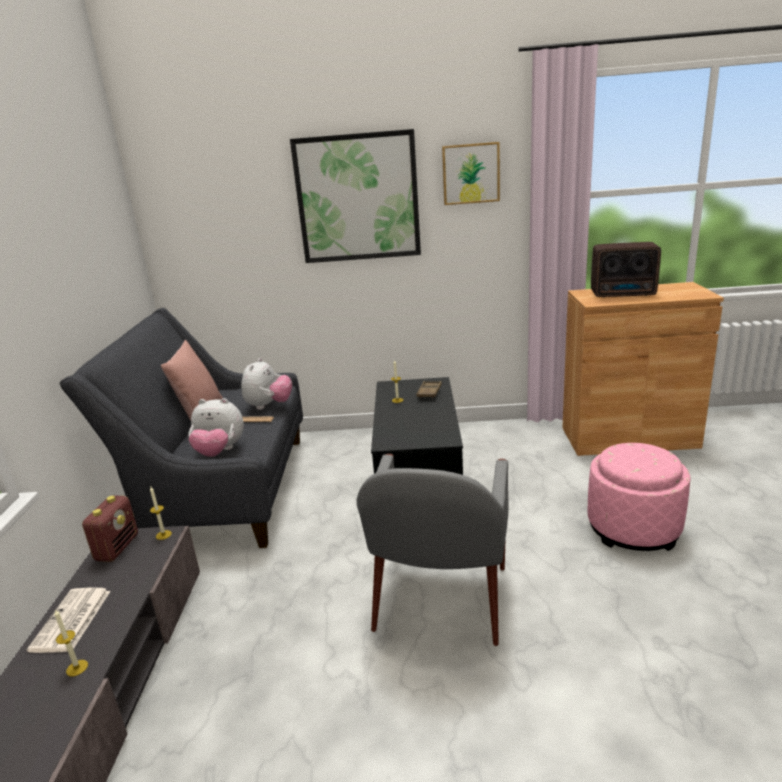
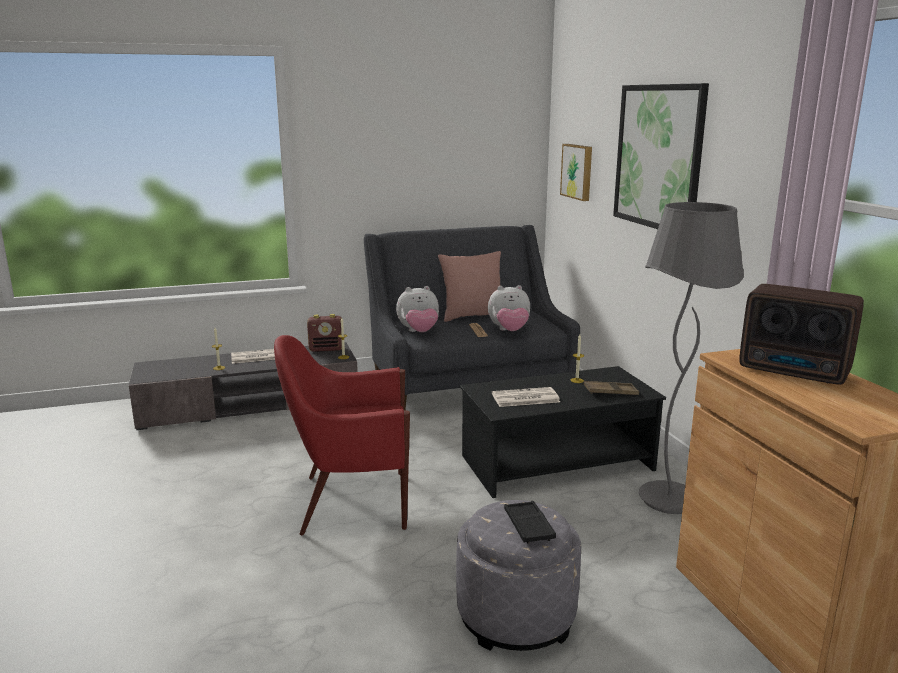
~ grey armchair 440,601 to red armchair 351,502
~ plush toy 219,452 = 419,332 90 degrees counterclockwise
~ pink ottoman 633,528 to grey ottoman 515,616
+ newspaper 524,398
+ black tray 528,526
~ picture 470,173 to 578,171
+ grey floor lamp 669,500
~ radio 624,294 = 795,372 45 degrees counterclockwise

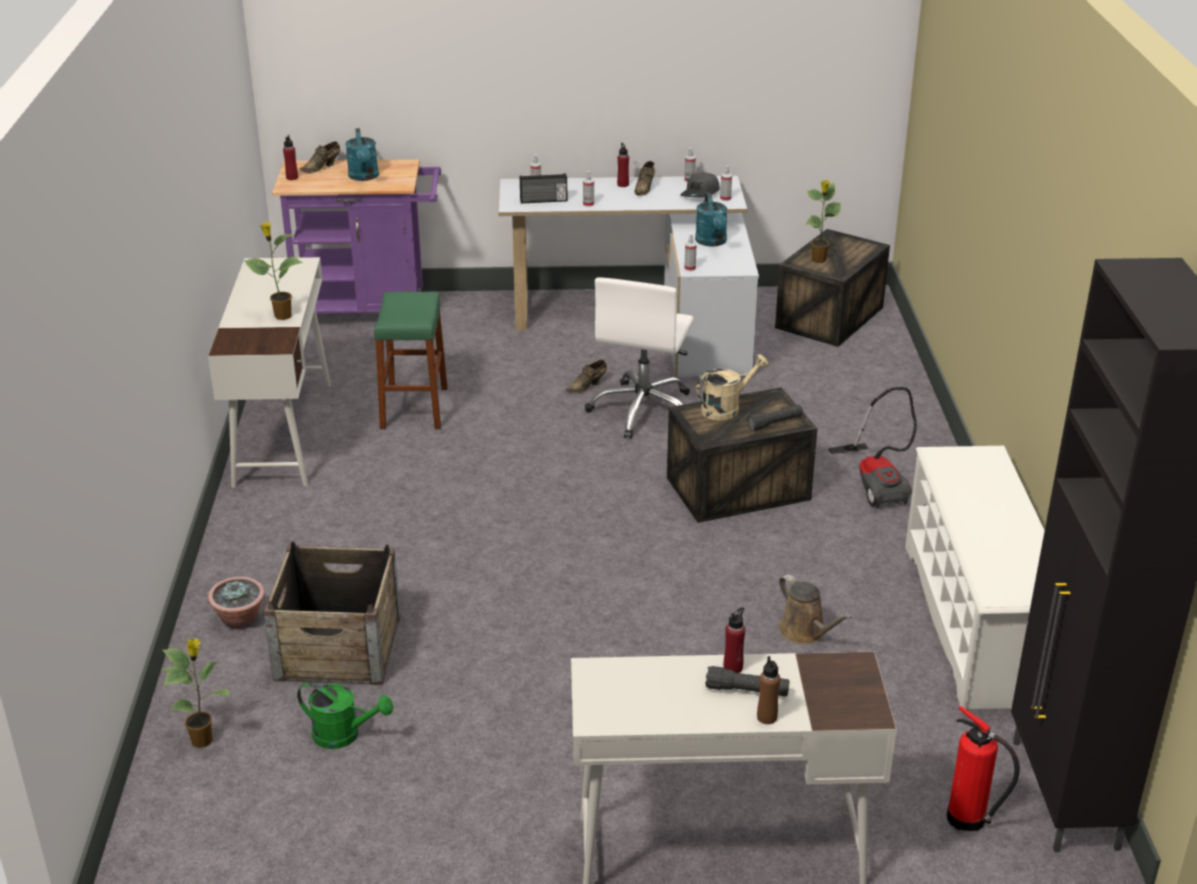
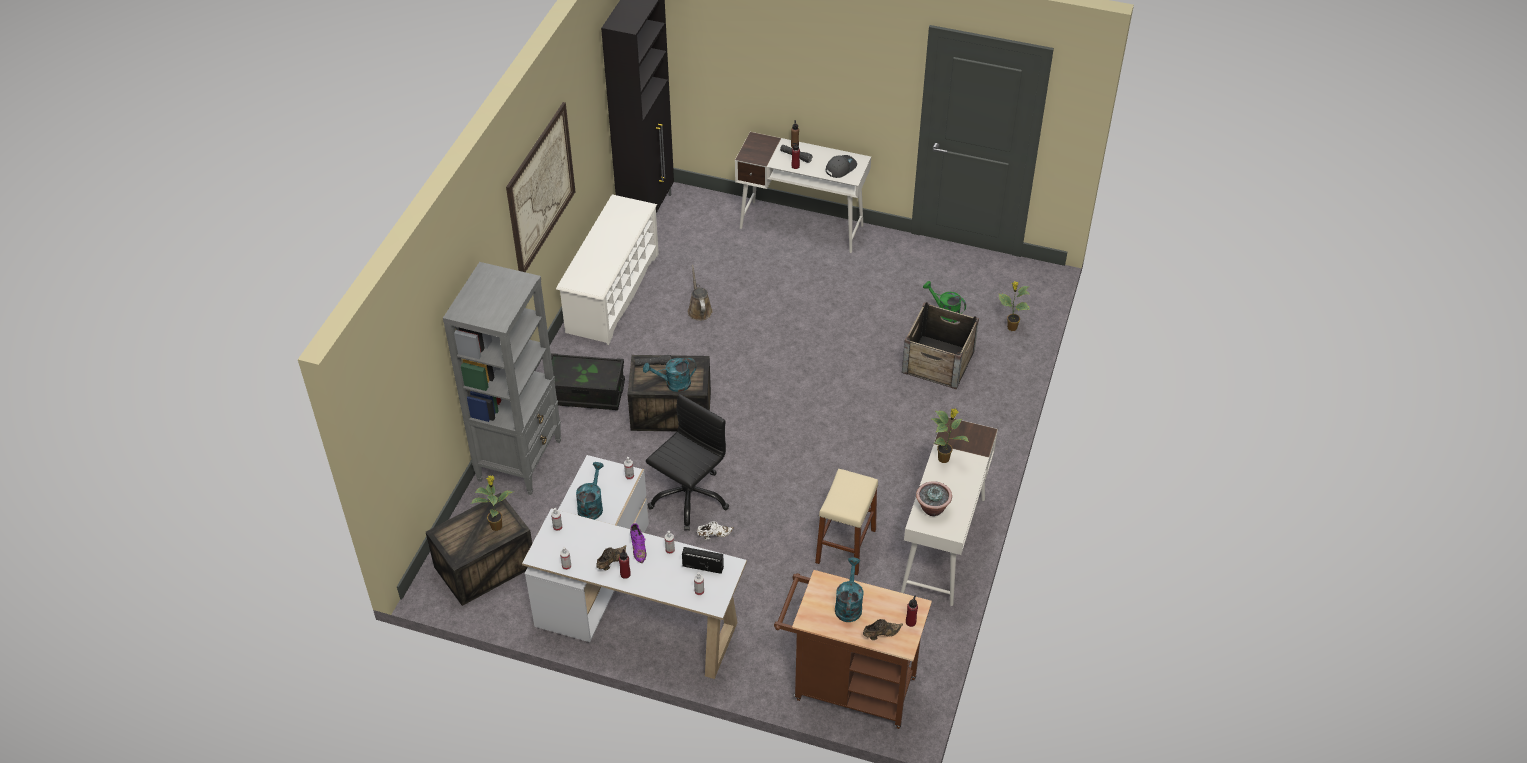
+ grey bookcase 520,460
+ picture 541,189
~ vacuum cleaner 877,483 to black storage box 586,393
+ purple shoe 638,548
~ beige watering can 726,408 to turquoise watering can 673,384
~ white office chair 643,410 to black office chair 688,498
~ brown shoe 588,386 to white shoe 713,535
~ purple cart 370,312 to brown cart 847,687
~ green stool 414,408 to beige stool 845,546
~ grey cap 700,194 to 840,168
~ potted plant 240,620 to 932,508
- fire extinguisher 969,820

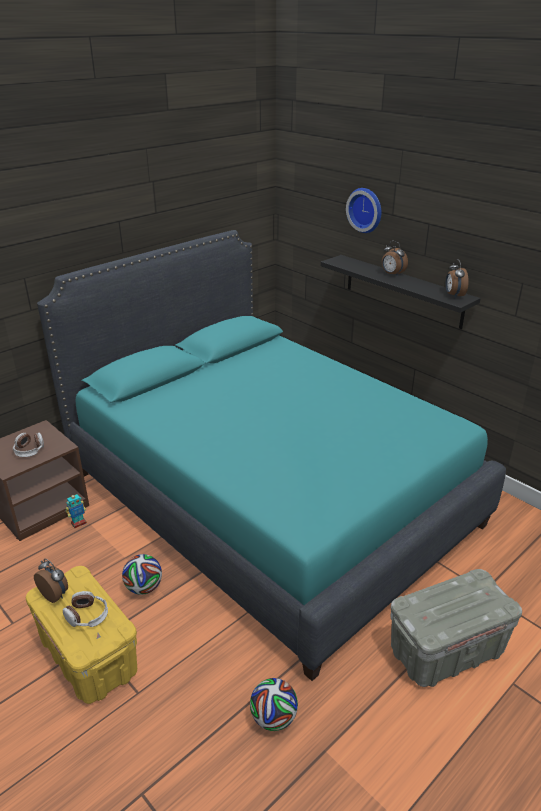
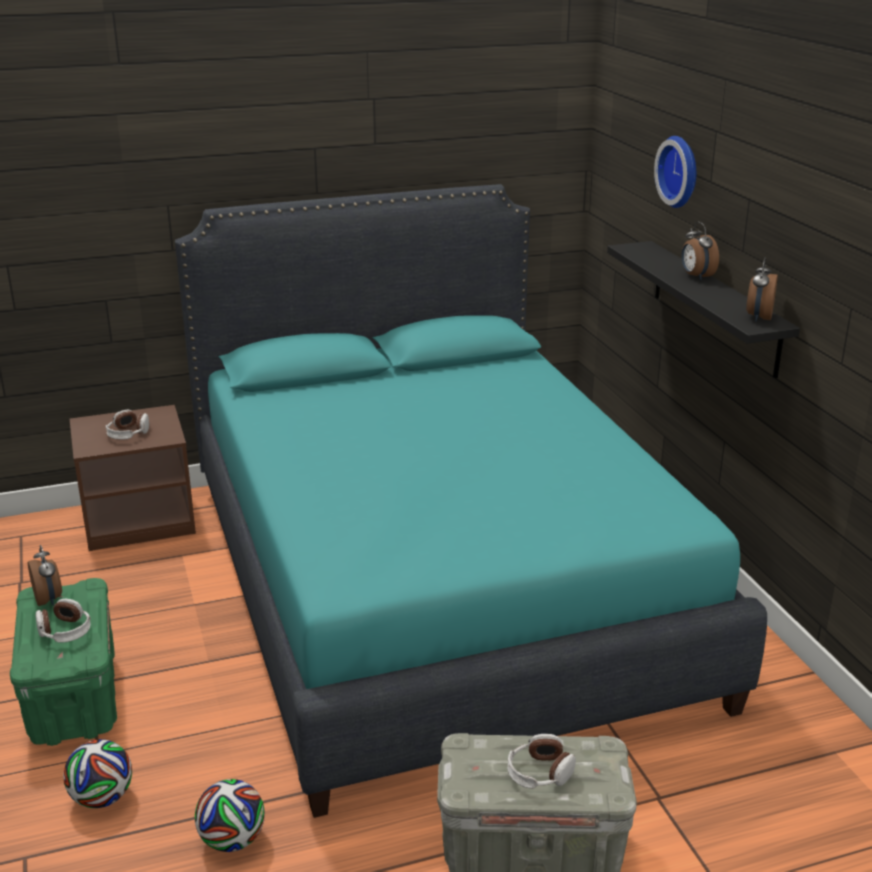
~ yellow storage box 88,657 to green storage box 73,698
~ football 144,588 to 102,798
+ headphones 539,773
- toy robot 78,523

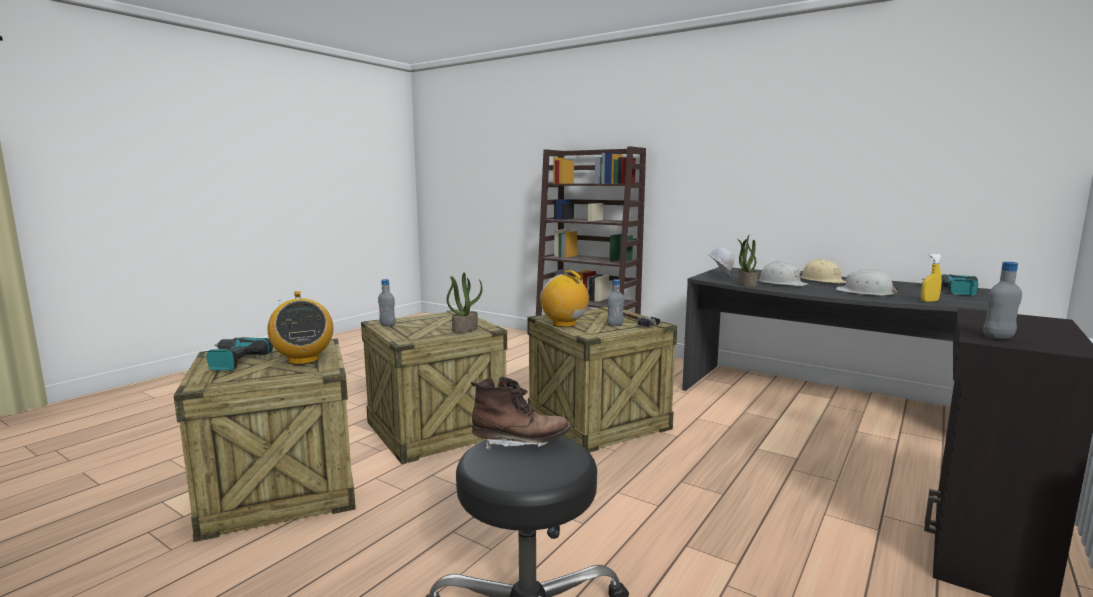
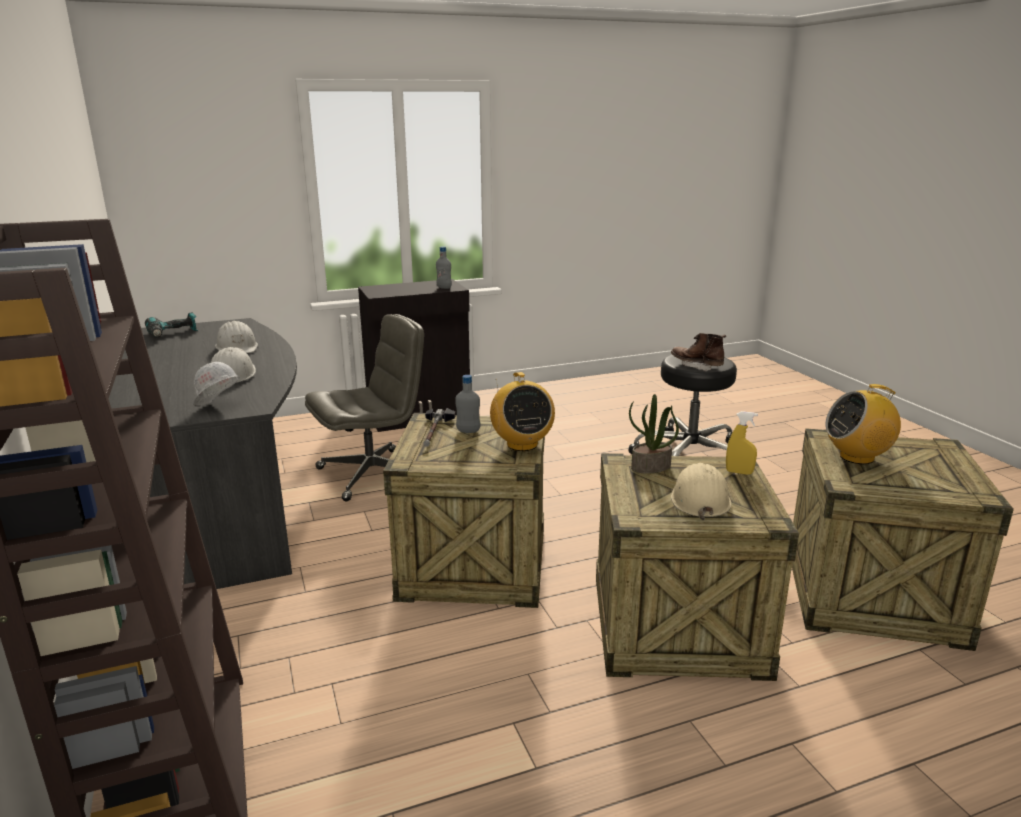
+ grey office chair 372,474
~ beige hard hat 823,280 to 699,499
~ yellow spray bottle 929,301 to 739,472
~ radio 303,360 = 857,457 105 degrees counterclockwise
- power drill 233,361
- grey bottle 387,325
- potted plant 746,284

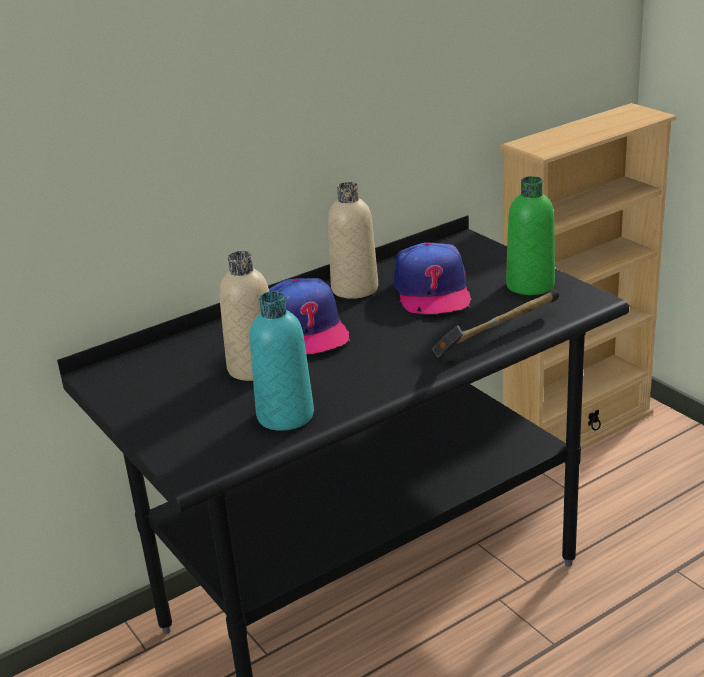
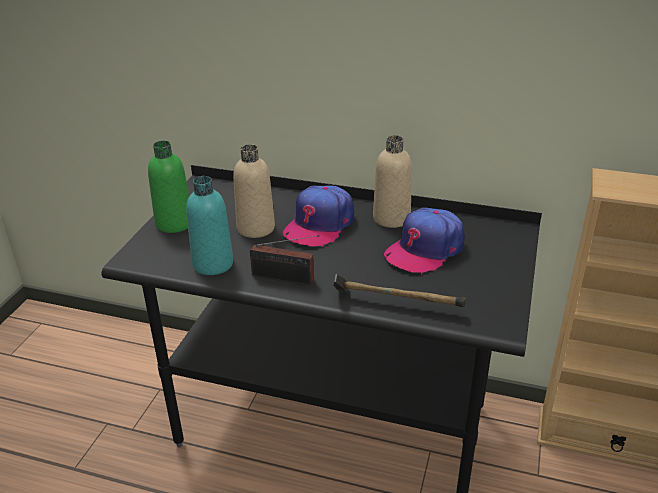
~ green bottle 530,285 to 174,223
+ radio 286,279

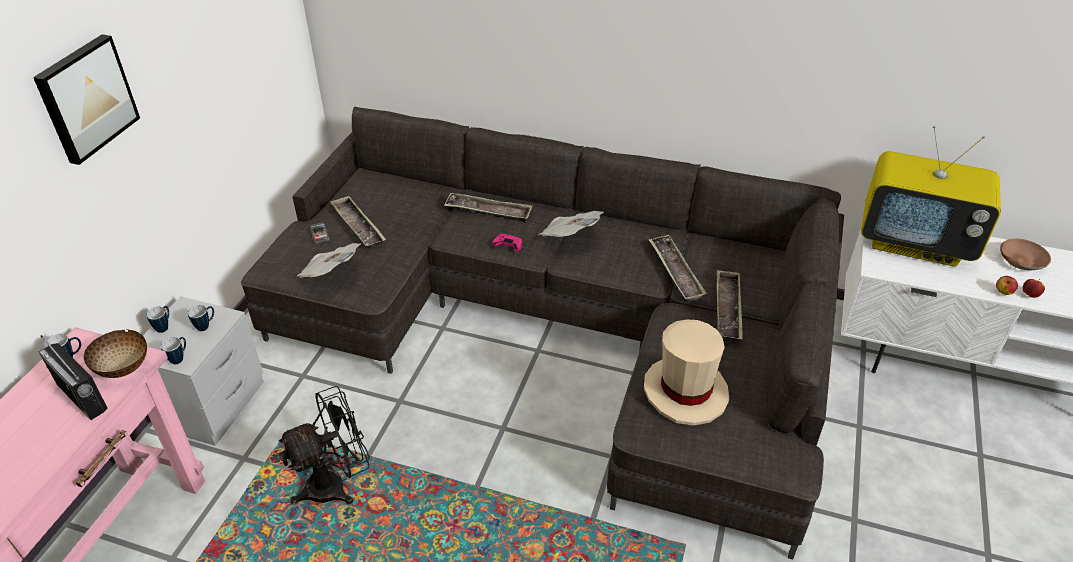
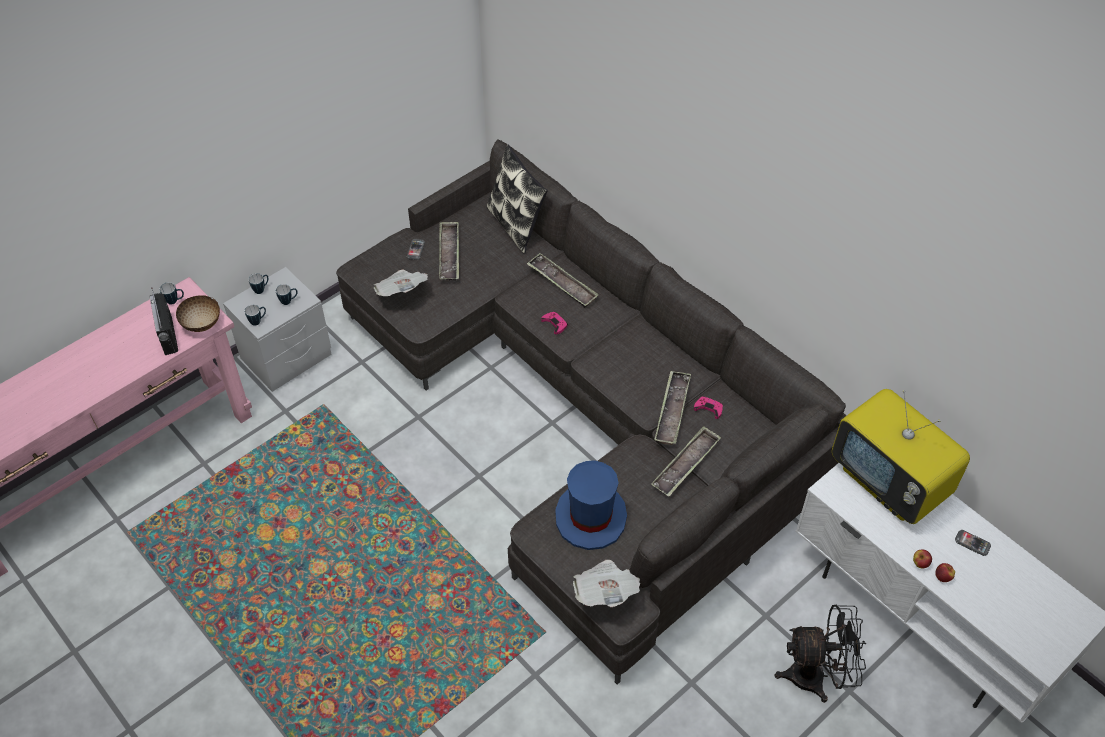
+ pillow 516,225
~ beige hat 685,391 to blue hat 591,517
~ newspaper 570,237 to 605,592
+ pink game controller 708,408
~ black fan 336,484 to 816,676
~ brown bowl 1020,260 to phone 972,543
- picture 86,98

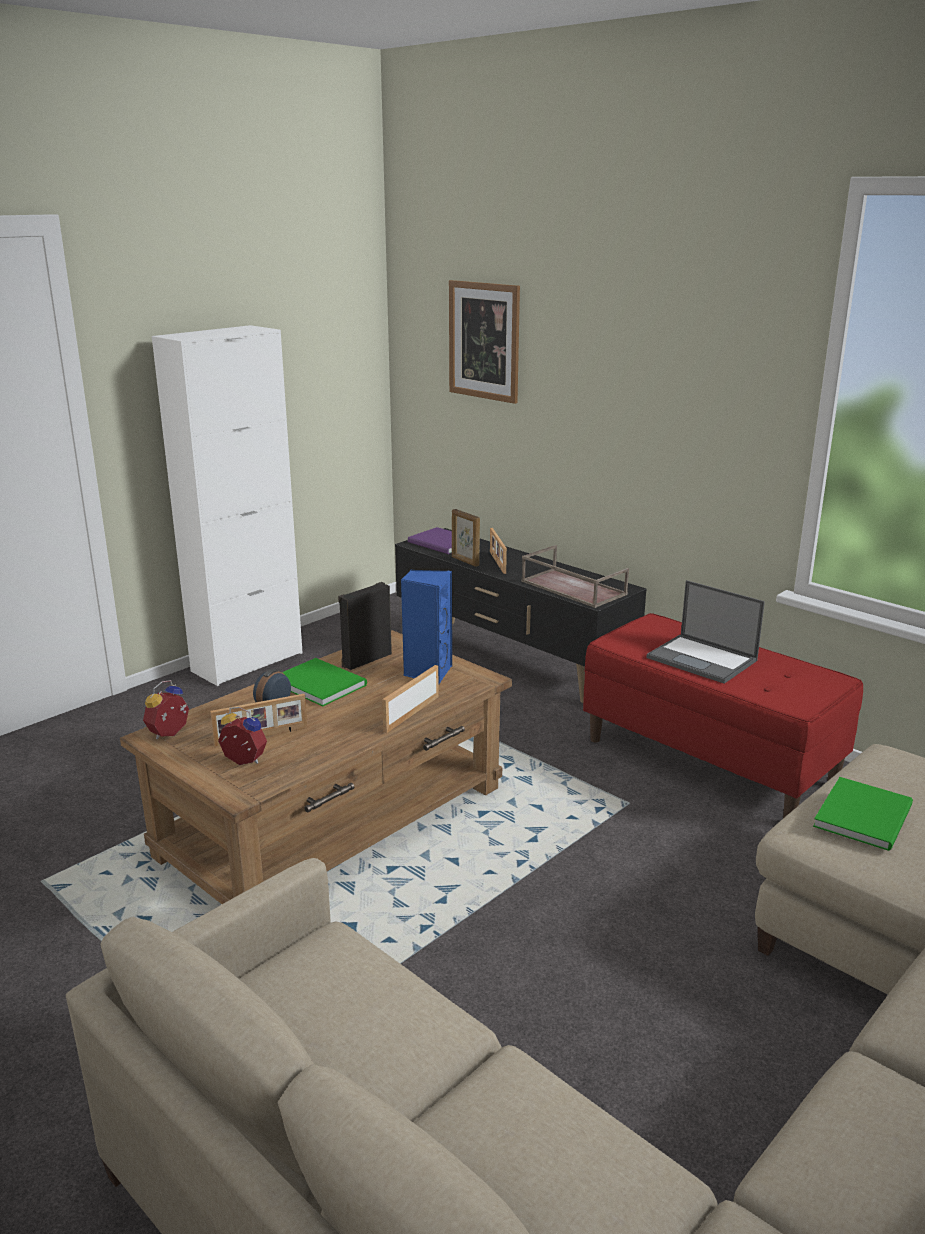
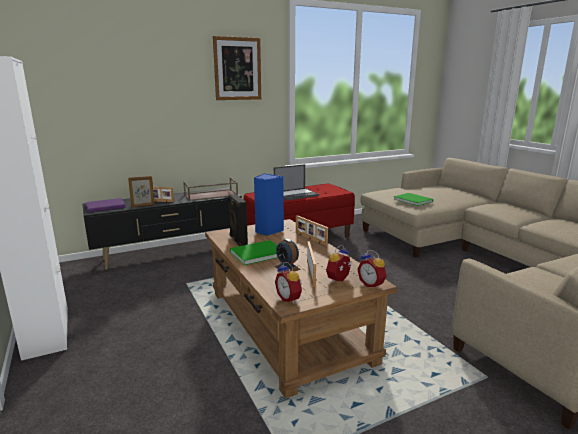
~ picture 484,341 to 237,69
+ alarm clock 372,284

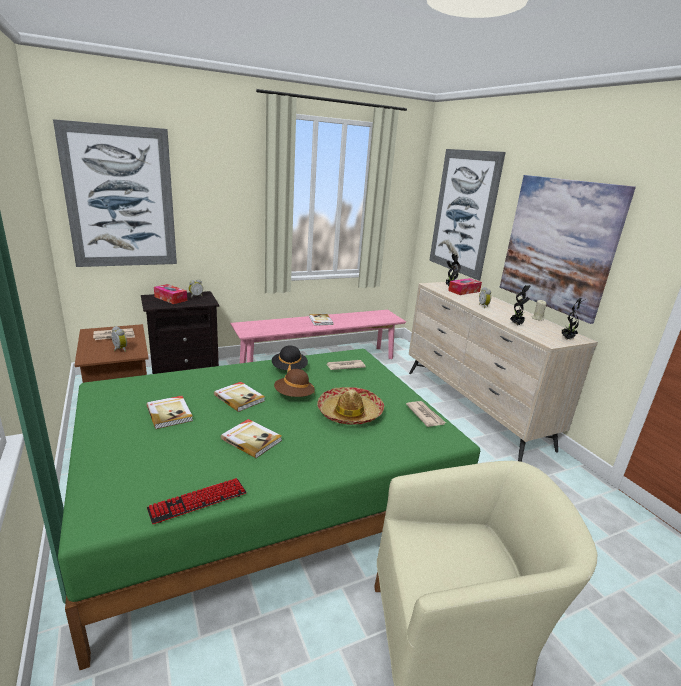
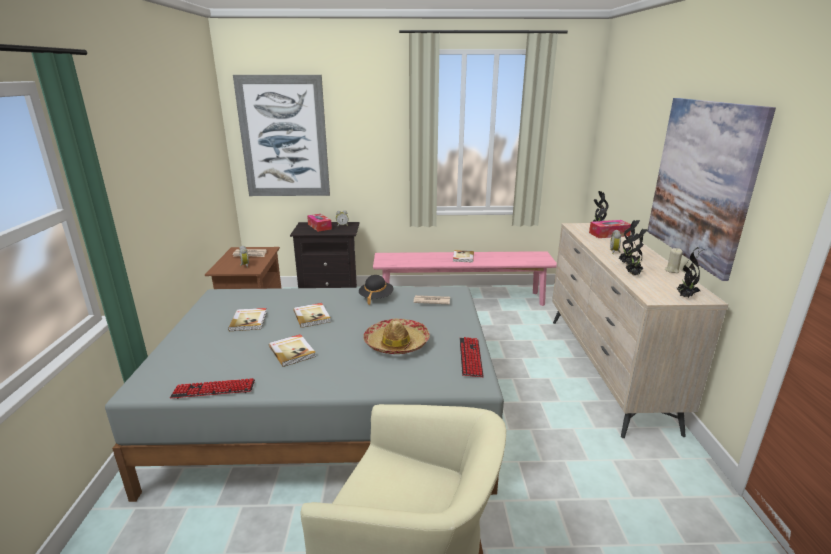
~ green bed 266,498 to grey bed 332,414
~ newspaper 425,415 to keyboard 470,357
+ potted plant 626,264
- brown hat 294,396
- picture 463,213

